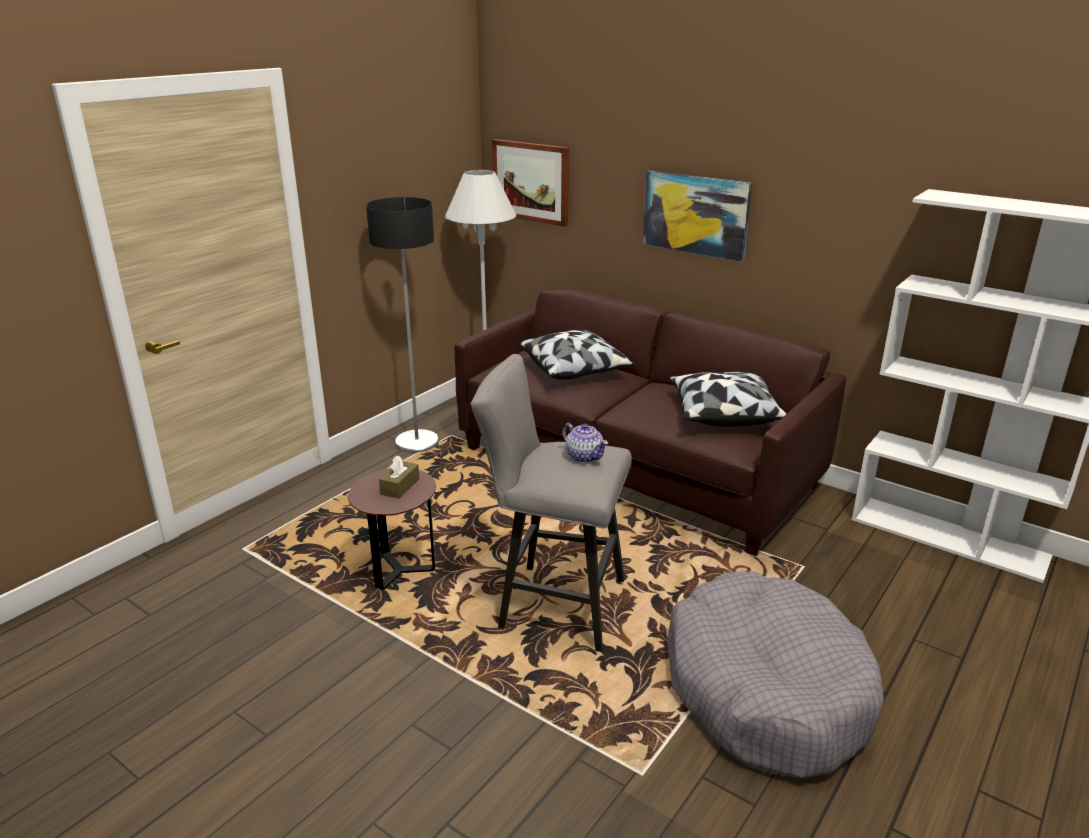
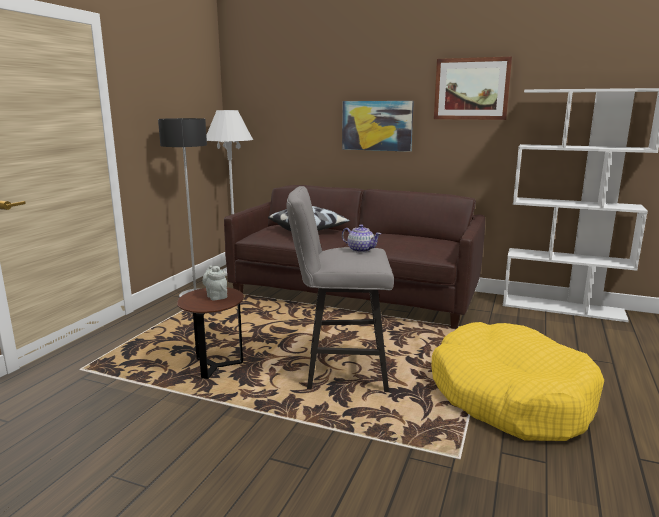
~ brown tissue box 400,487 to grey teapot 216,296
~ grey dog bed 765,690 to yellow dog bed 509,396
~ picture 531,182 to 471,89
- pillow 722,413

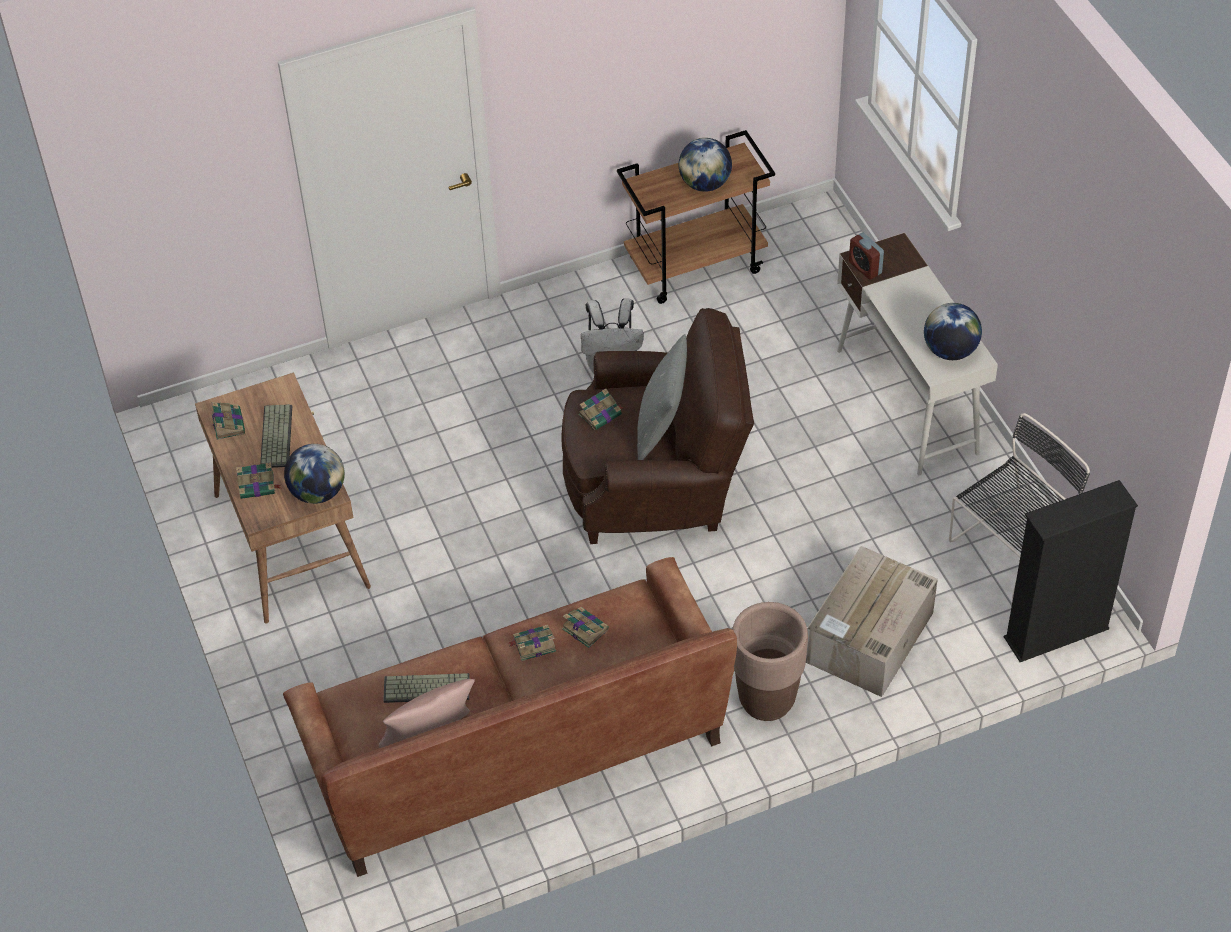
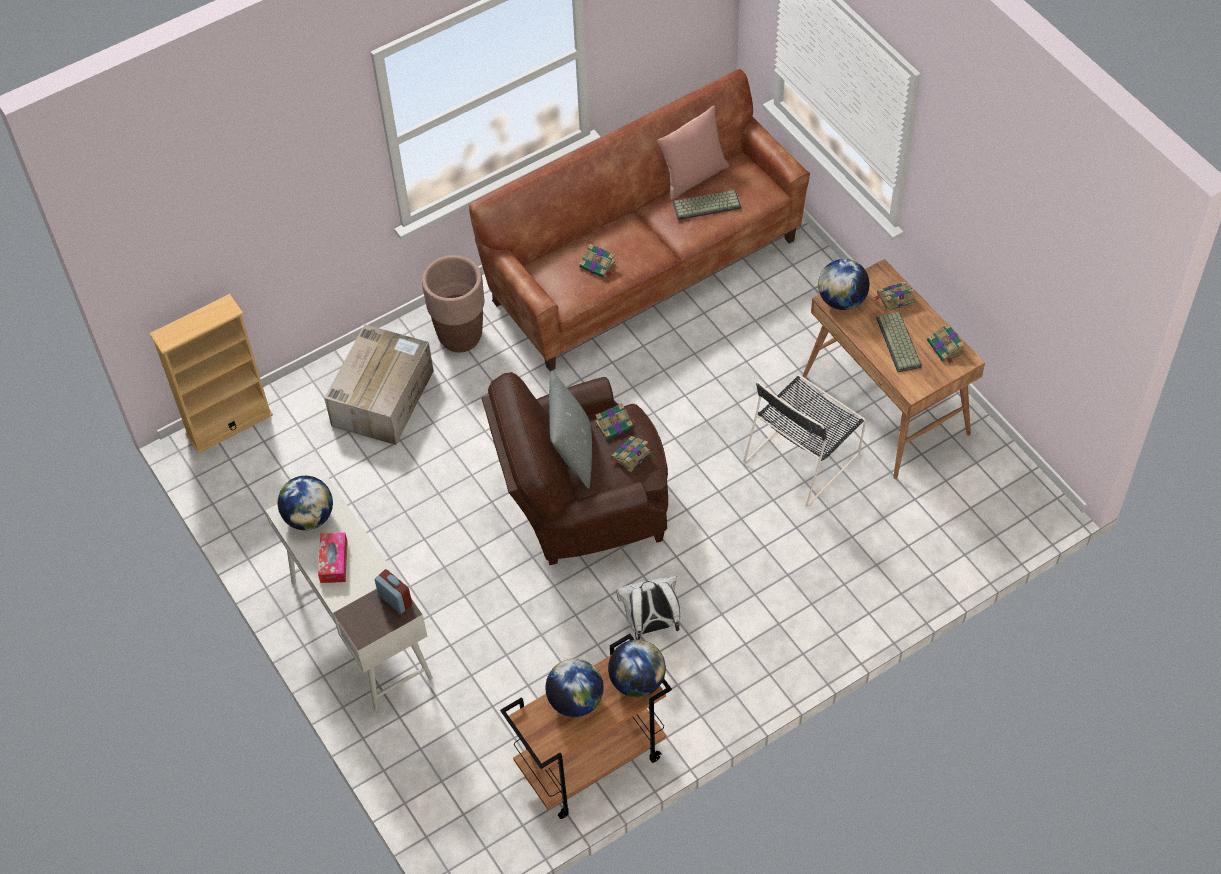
~ black bookcase 1056,634 to beige bookcase 229,424
+ tissue box 334,561
~ book 533,645 to 614,425
+ globe 637,681
~ black chair 1012,549 to 804,456

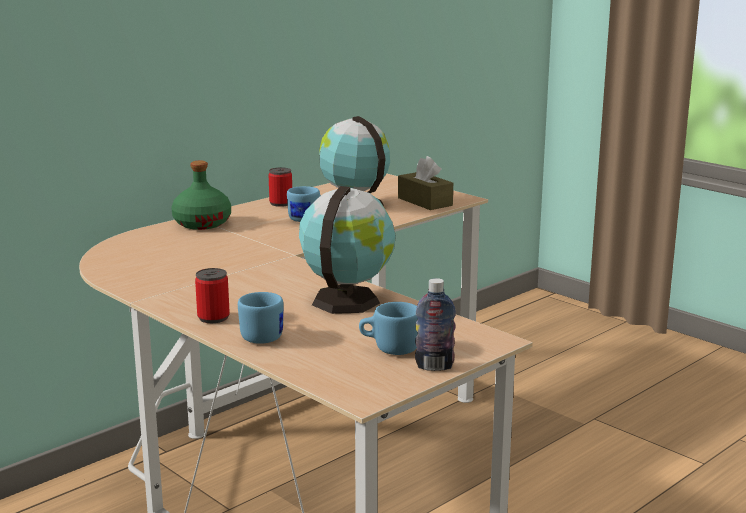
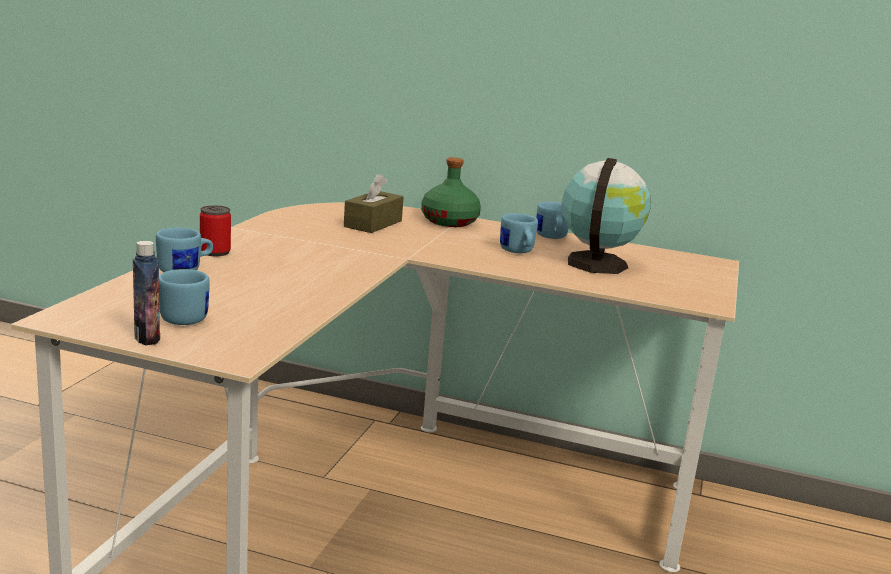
~ brown tissue box 425,201 to 373,224
~ can 281,203 to blue mug 551,238
- globe 346,299

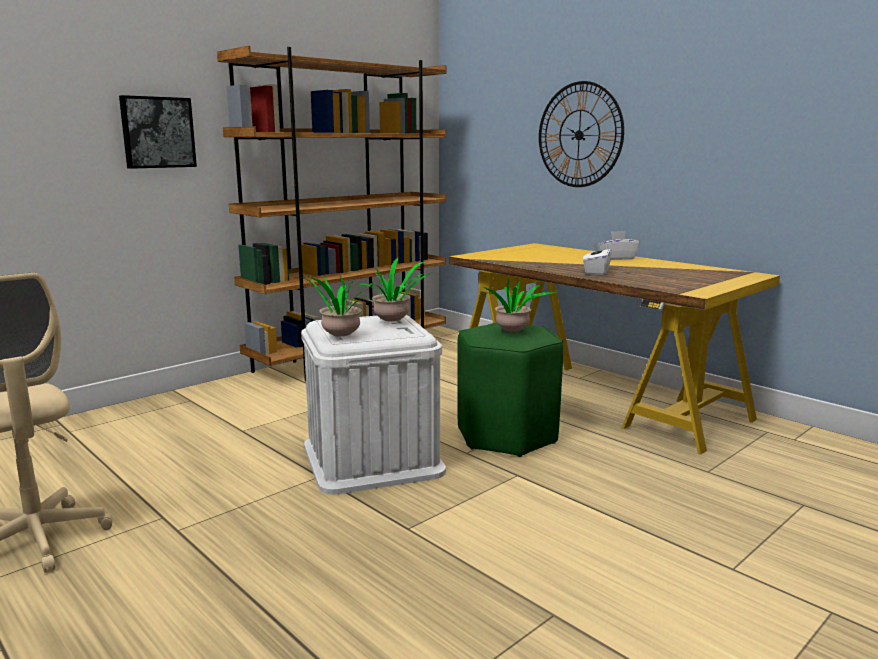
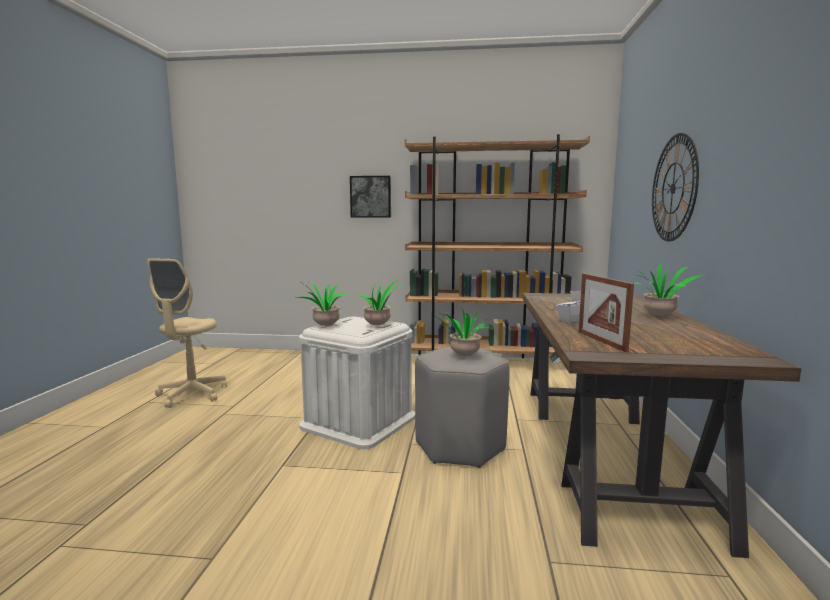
~ green stool 506,435 to grey stool 460,446
~ yellow desk 595,394 to brown desk 607,451
+ picture frame 601,341
~ white tissue box 617,258 to potted plant 660,316

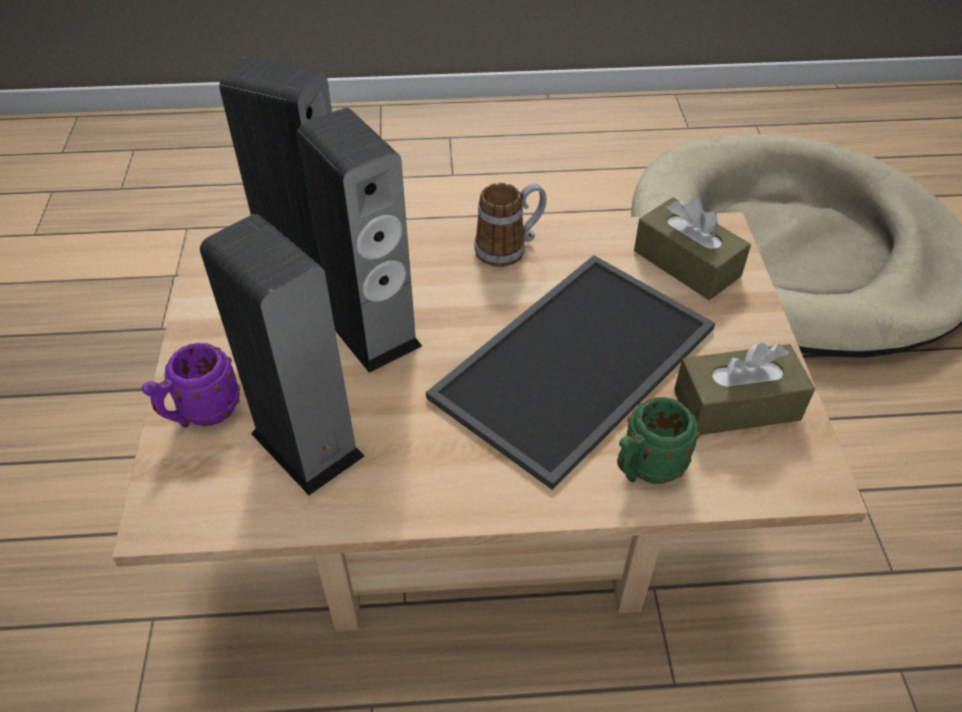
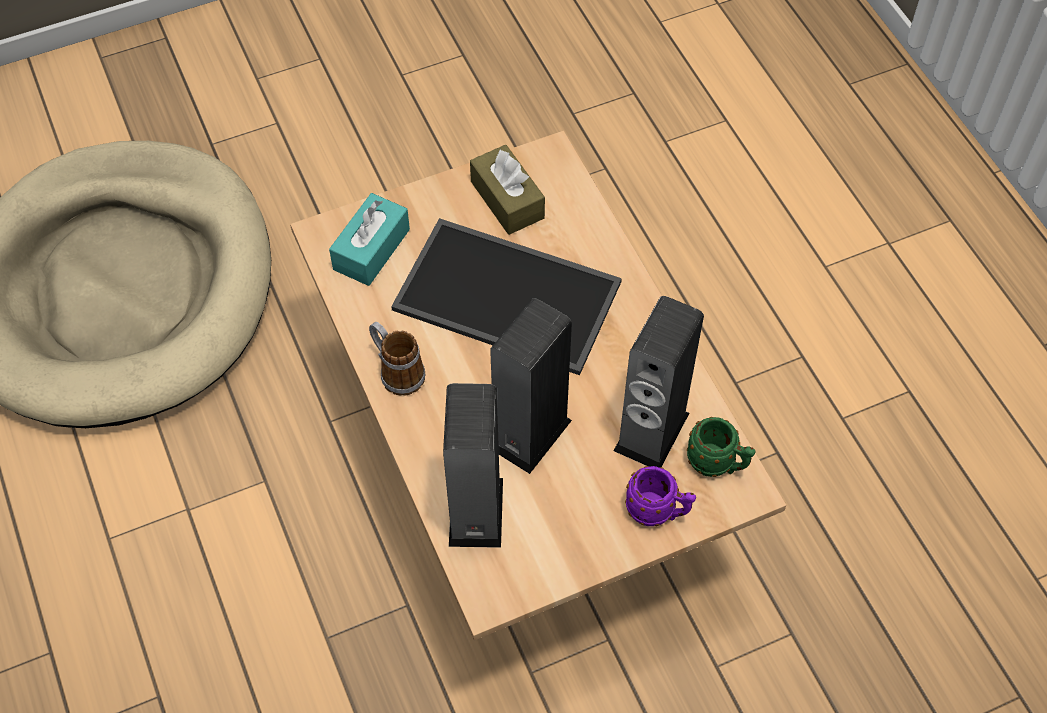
~ brown tissue box 686,263 to turquoise tissue box 371,249
~ green mug 645,469 to 717,464

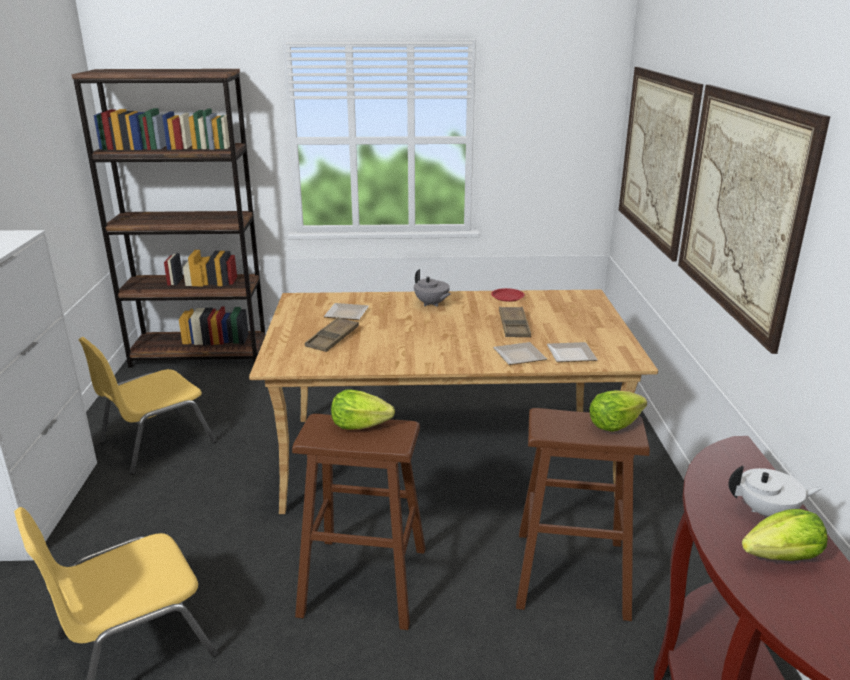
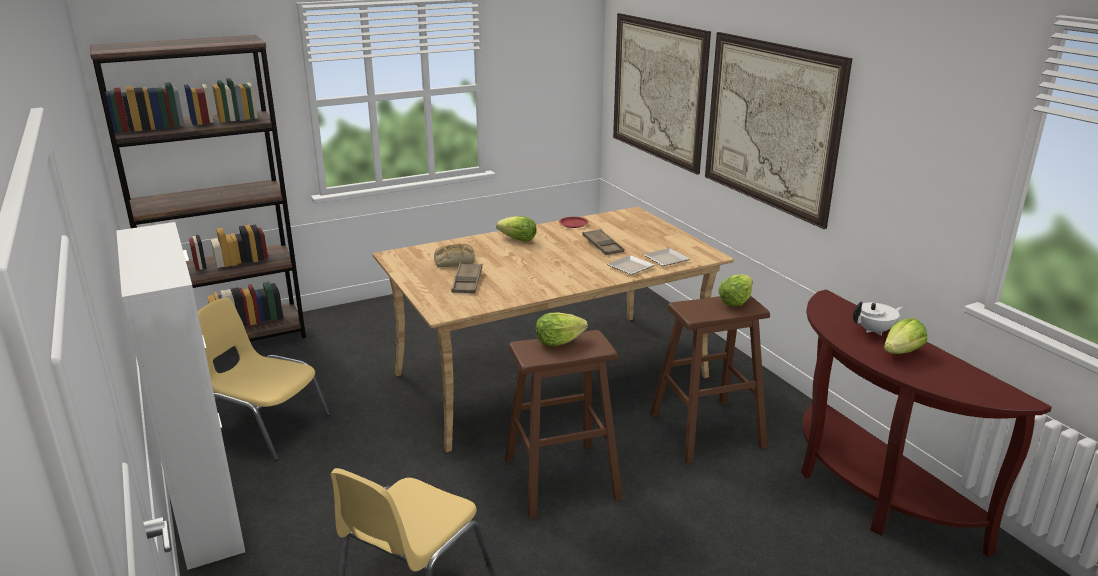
~ yellow chair 155,442 = 267,427 90 degrees clockwise
~ plate 345,314 to bread 454,261
~ grey teapot 431,304 to lettuce 518,240

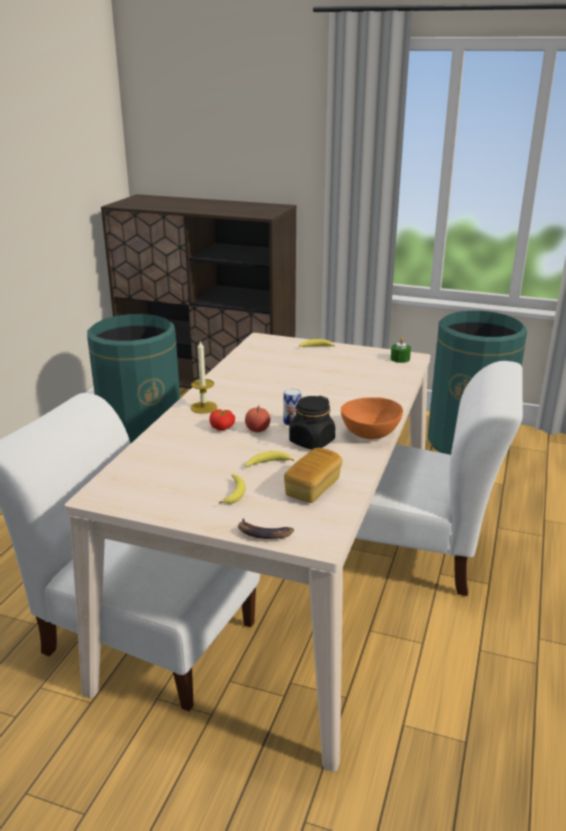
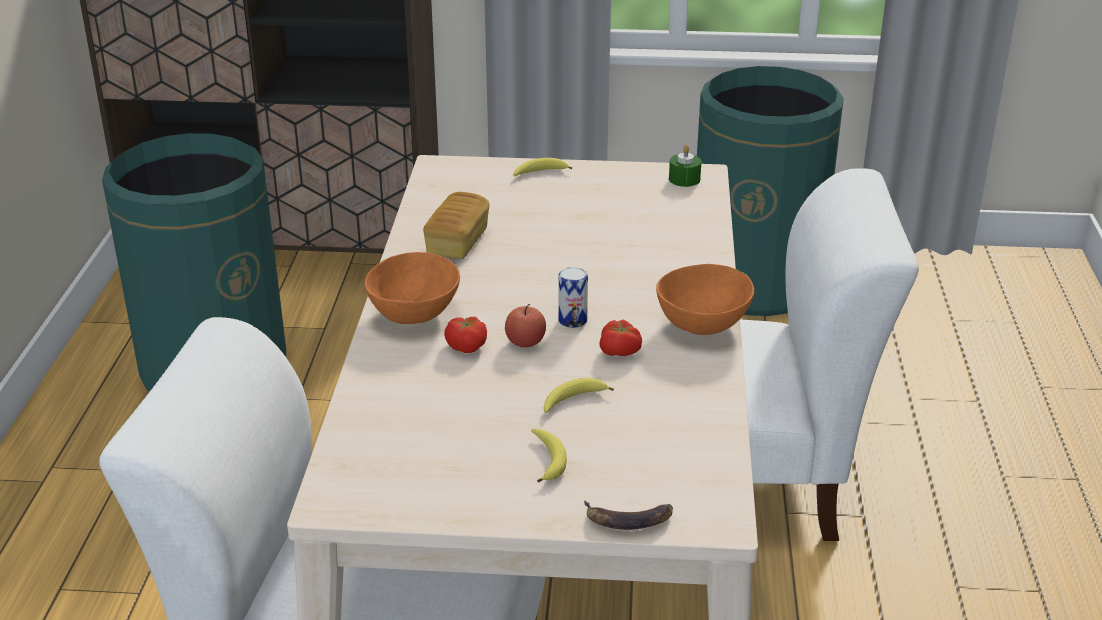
~ candle 204,407 to orange bowl 416,313
~ bread 313,488 to 457,243
~ black jar 311,441 to tomato 620,351

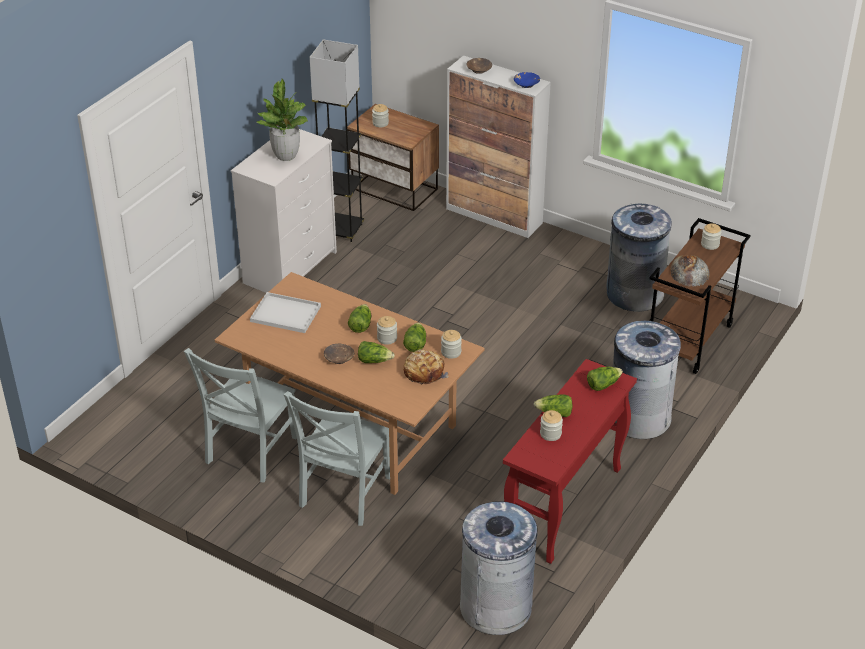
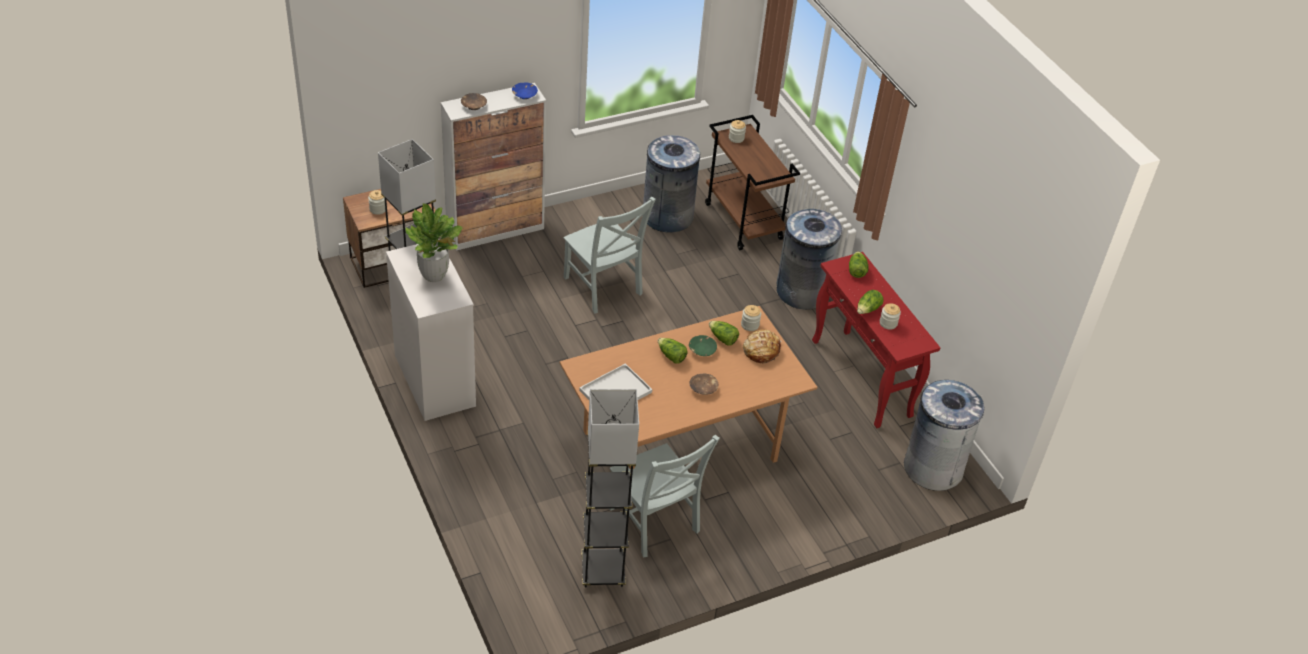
~ grey chair 343,494 to 604,288
+ grey floor lamp 603,571
~ jar 387,338 to green bowl 702,350
- lettuce 374,360
- bread 689,272

